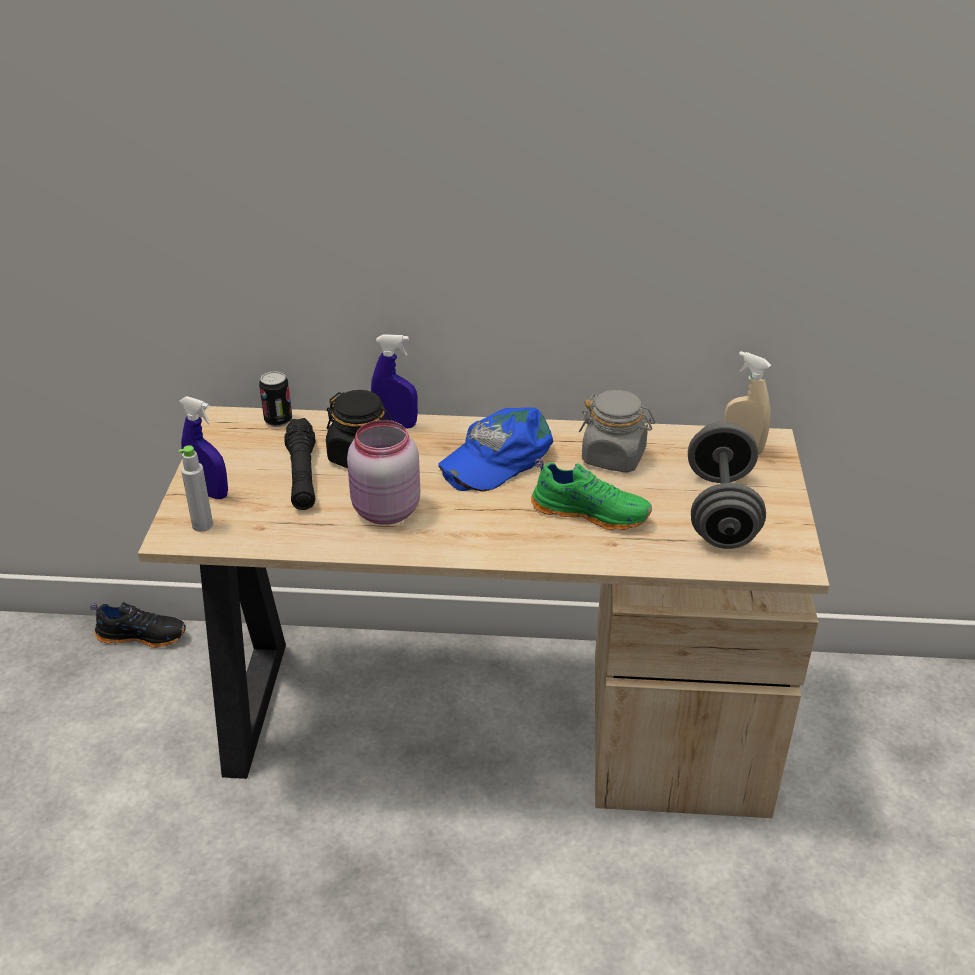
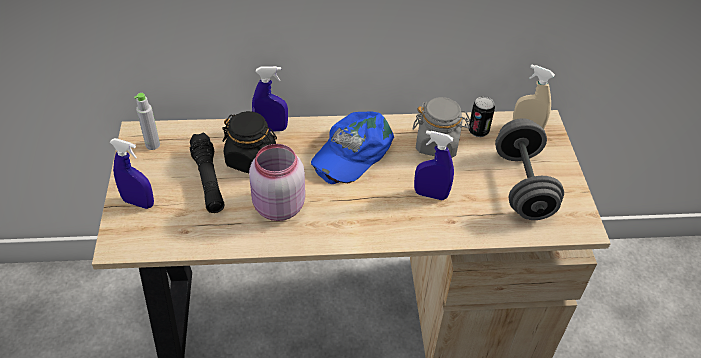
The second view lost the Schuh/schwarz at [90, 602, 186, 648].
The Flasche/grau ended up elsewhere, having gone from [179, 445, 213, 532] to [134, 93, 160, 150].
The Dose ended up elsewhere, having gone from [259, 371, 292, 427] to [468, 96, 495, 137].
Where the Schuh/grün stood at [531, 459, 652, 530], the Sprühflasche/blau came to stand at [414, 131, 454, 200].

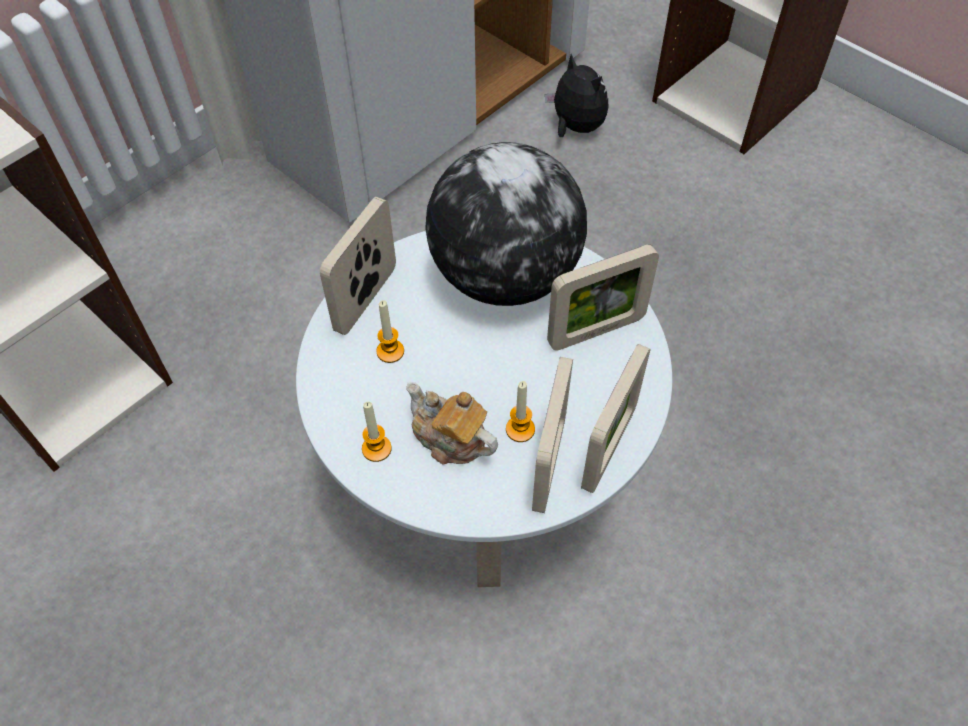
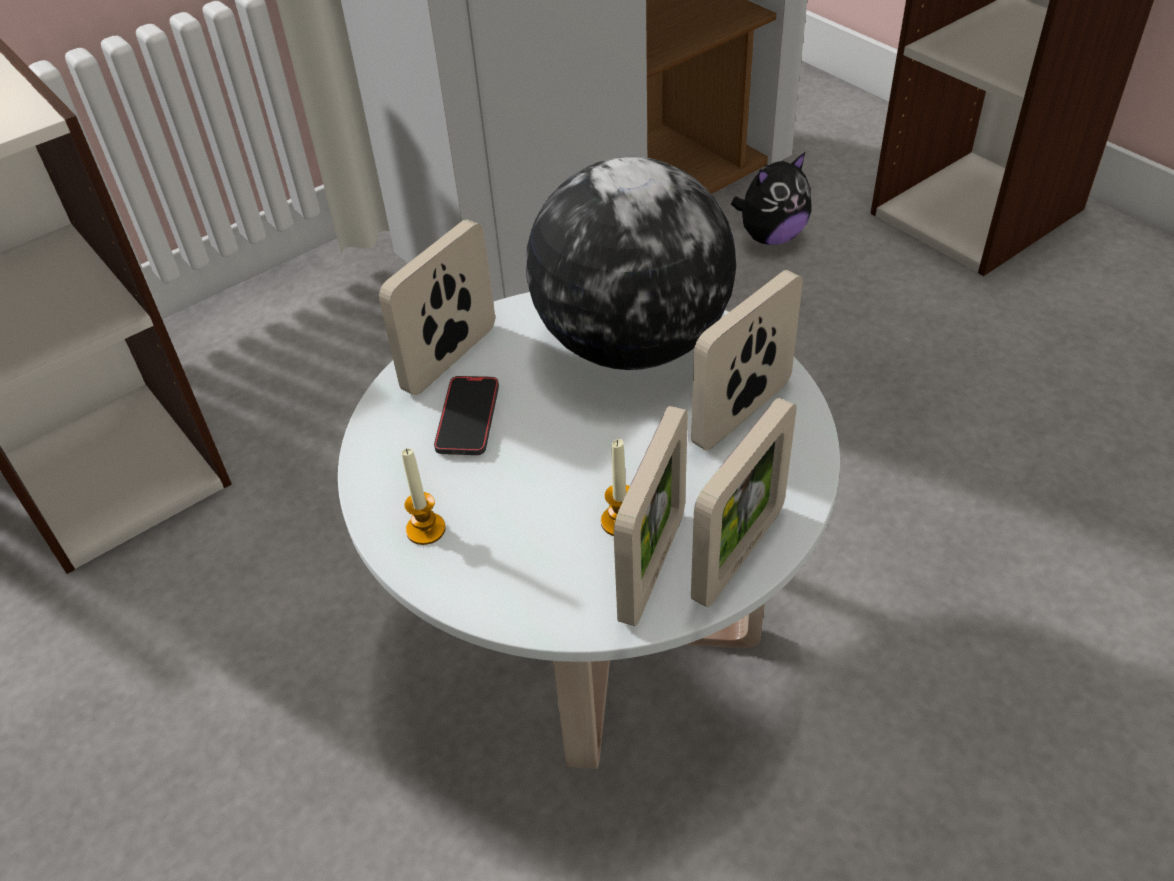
Where the Kerze stood at [376, 300, 404, 363], the Handy came to stand at [434, 376, 499, 455].
The second view lost the Teekanne at [406, 382, 498, 465].
The Plüschtier at [545, 54, 608, 137] ended up facing another way, 90 degrees clockwise from before.
The Bilderrahmen at [547, 245, 659, 350] ended up facing another way, 150 degrees clockwise from before.

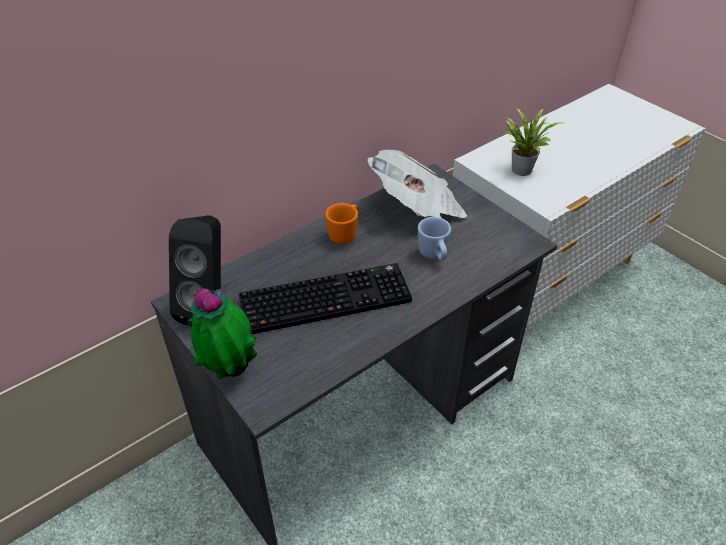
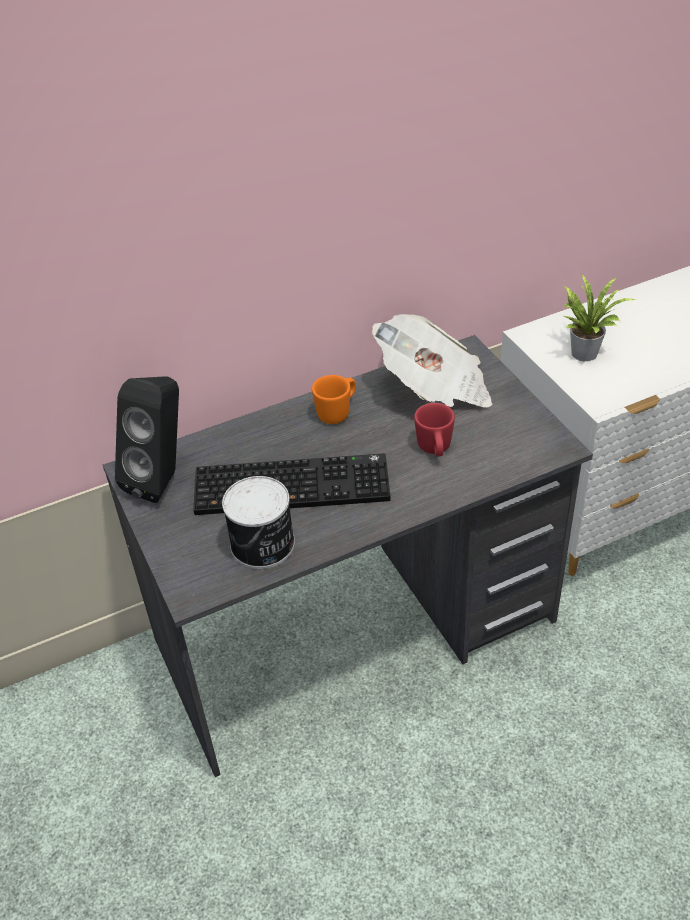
The second view lost the Topfpflanze at [191, 288, 257, 379].
What was the Henkelbecher/blau at [418, 217, 451, 261] turned into the Henkelbecher/rot at [414, 403, 455, 457].
The second view gained the Dose at [222, 476, 295, 569].

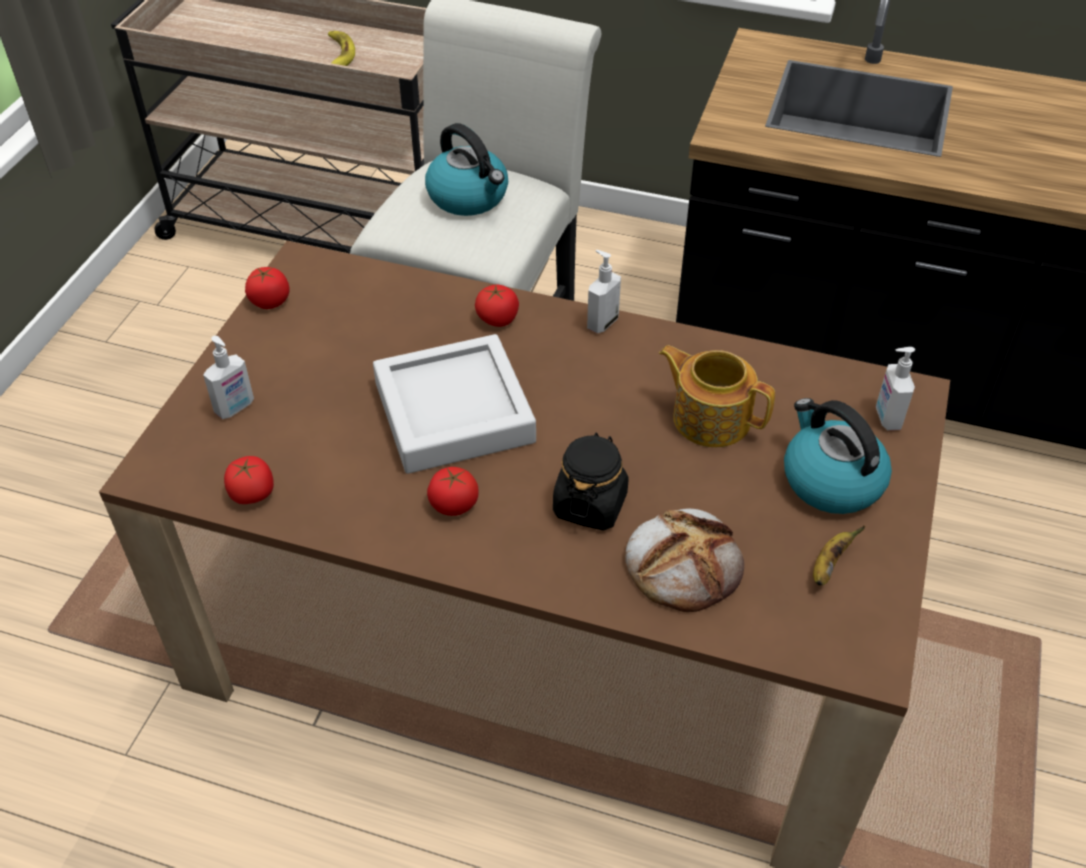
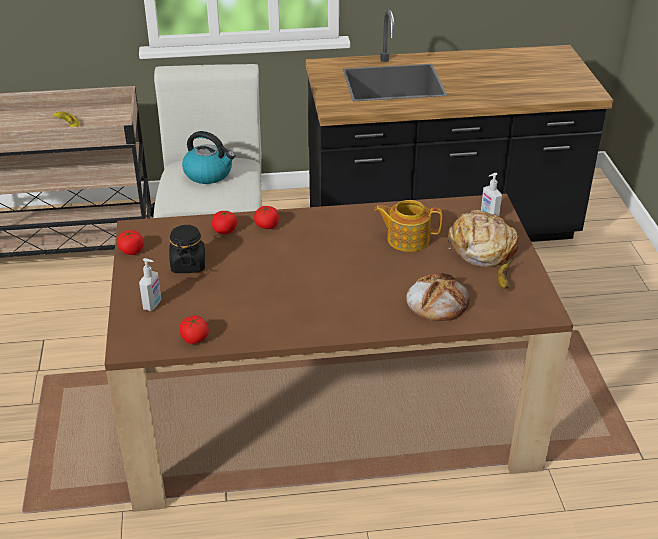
The second view lost the Tablett/grau at [373, 334, 536, 474].
The Tomate ended up elsewhere, having gone from [427, 467, 479, 516] to [212, 210, 237, 234].
The Vorratsglas/schwarz ended up elsewhere, having gone from [553, 433, 629, 530] to [169, 224, 205, 273].
The second view lost the Seifenspender at [587, 250, 621, 333].
Where the Wasserkessel stood at [784, 398, 892, 514], the Brot came to stand at [448, 210, 519, 267].

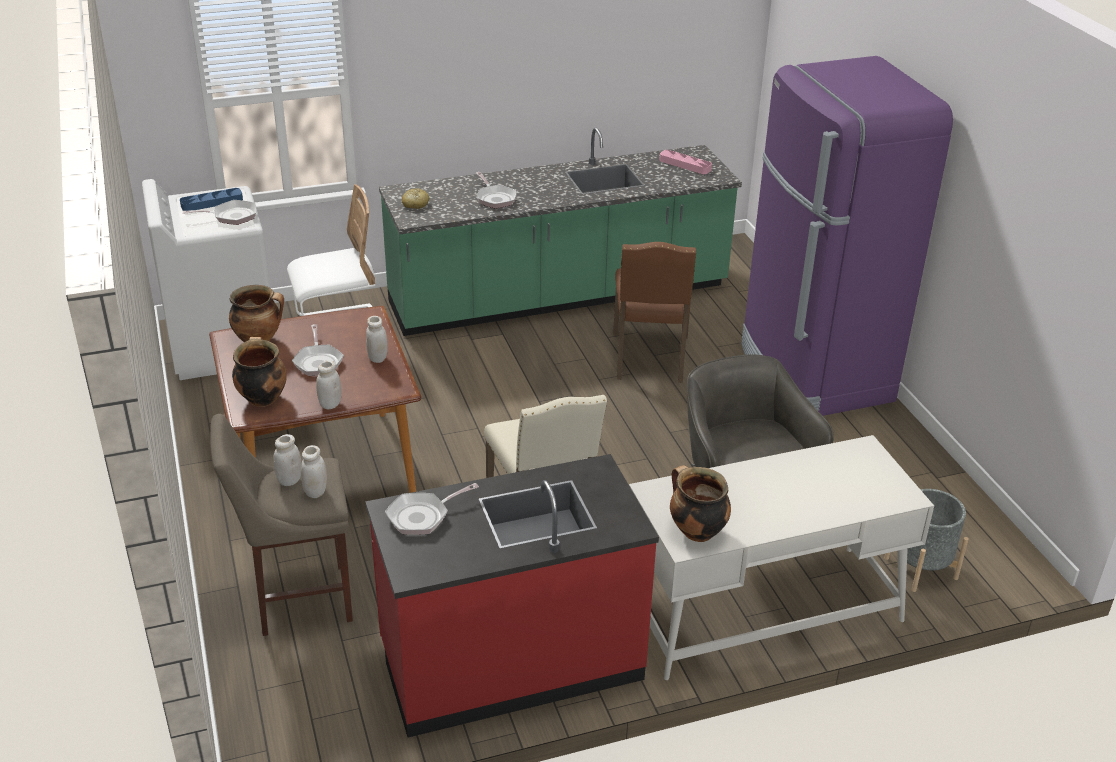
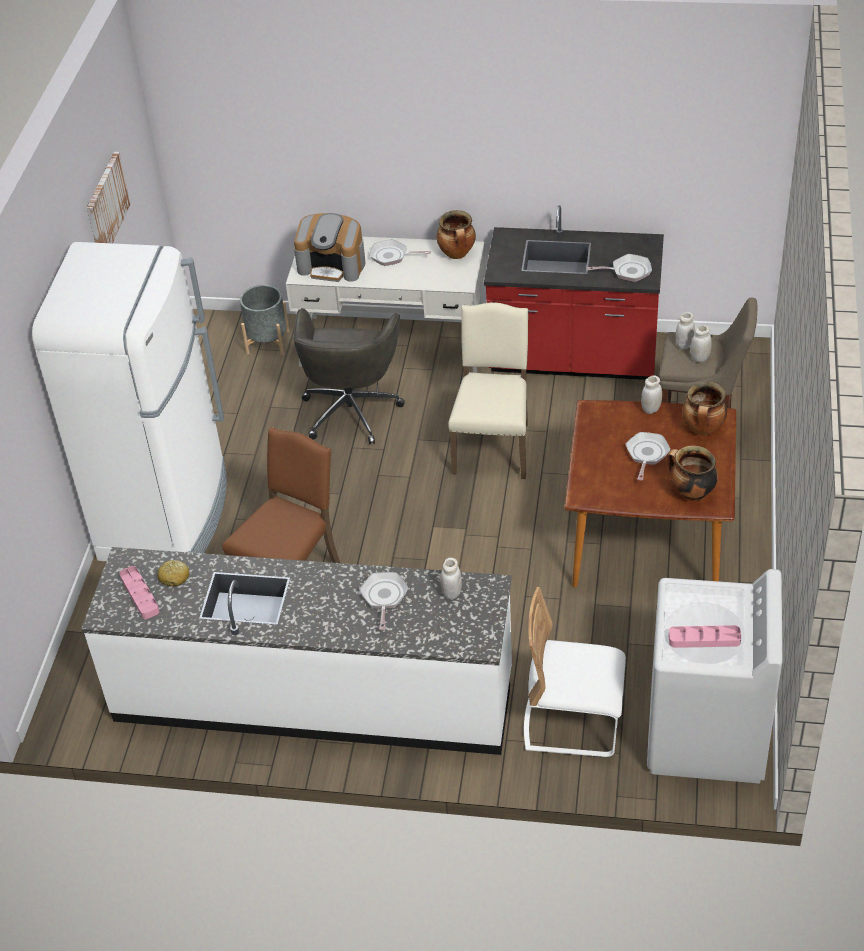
What was the Tablett/blau at [180, 188, 243, 211] turned into the Tablett/rosa at [669, 625, 741, 648].
The Pfanne ended up elsewhere, having gone from [183, 200, 257, 225] to [369, 239, 431, 266].
The Vorratsglas/weiß ended up elsewhere, having gone from [366, 316, 388, 363] to [440, 558, 462, 600].
What was the Küchenzeile/grün at [379, 128, 742, 336] turned into the Küchenzeile/weiß at [81, 547, 512, 755].
The Brot ended up elsewhere, having gone from [402, 189, 429, 209] to [157, 560, 190, 587].
What was the Kühlschrank/lila at [741, 56, 953, 416] turned into the Kühlschrank/weiß at [32, 242, 227, 561].
The second view gained the Bild at [87, 152, 131, 243].
The second view gained the Kaffeemaschine at [294, 213, 366, 282].

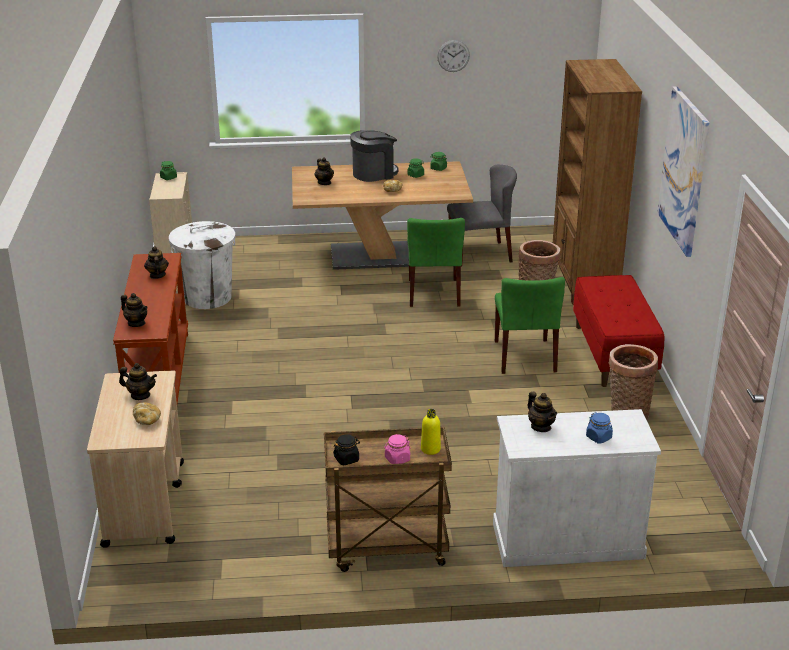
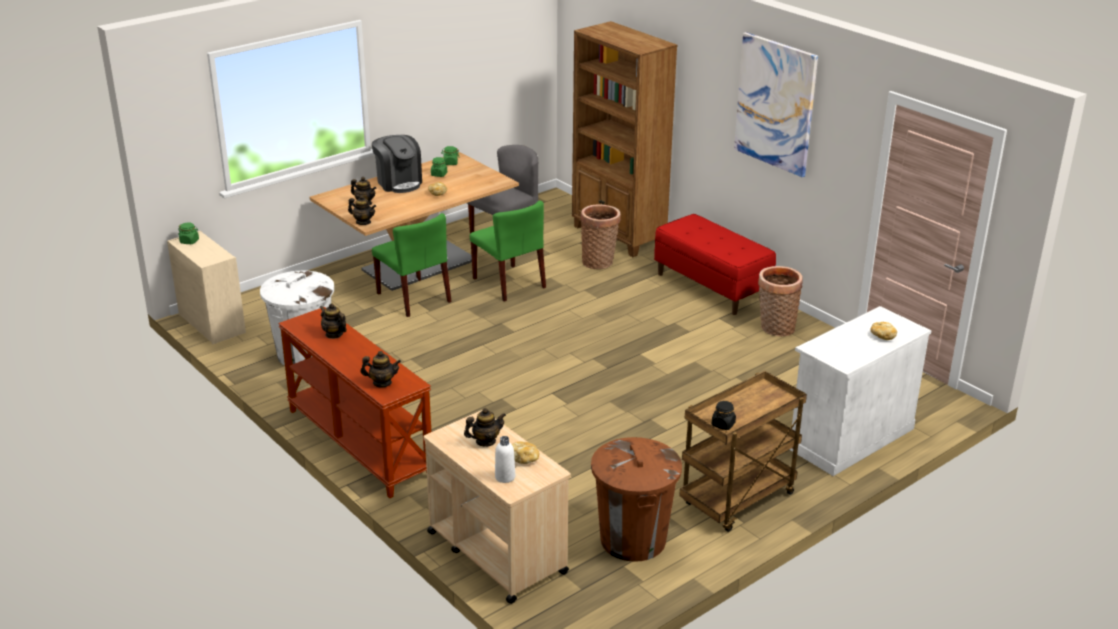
The Kaffeemaschine at [350, 130, 399, 182] ended up facing another way, 120 degrees clockwise from before.
The second view lost the Vorratsglas/rosa at [384, 434, 410, 464].
The second view lost the Flasche/gelb at [421, 409, 441, 455].
The second view lost the Wanduhr at [437, 40, 470, 72].
The Stuhl/grün ended up elsewhere, having gone from [495, 277, 565, 374] to [372, 213, 451, 317].
The Teekanne ended up elsewhere, having gone from [528, 392, 557, 432] to [348, 195, 376, 225].
Where the Vorratsglas/blau stood at [586, 412, 613, 444], the Brot came to stand at [870, 322, 897, 340].
The second view gained the Flasche/weiß at [495, 436, 515, 483].
The second view gained the Mülleimer/braun at [591, 437, 682, 562].

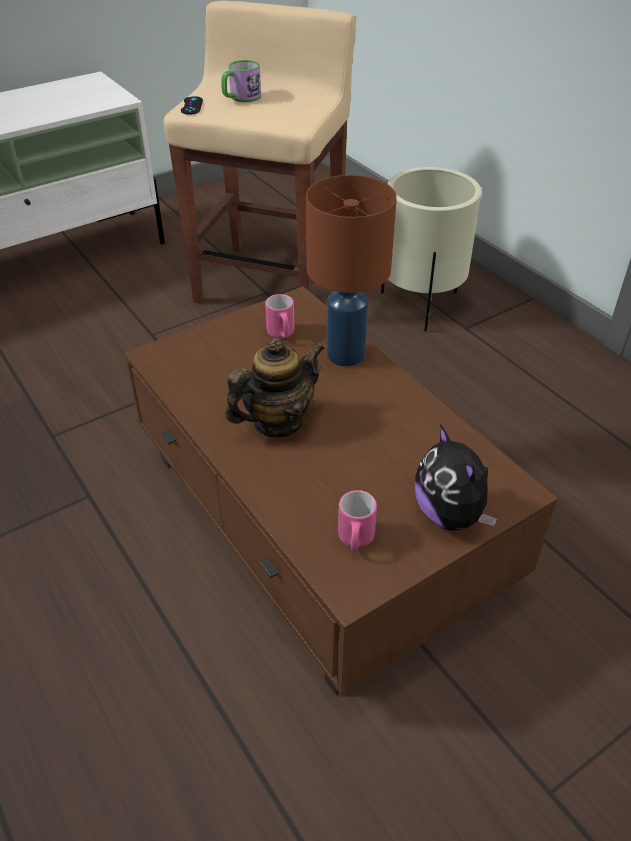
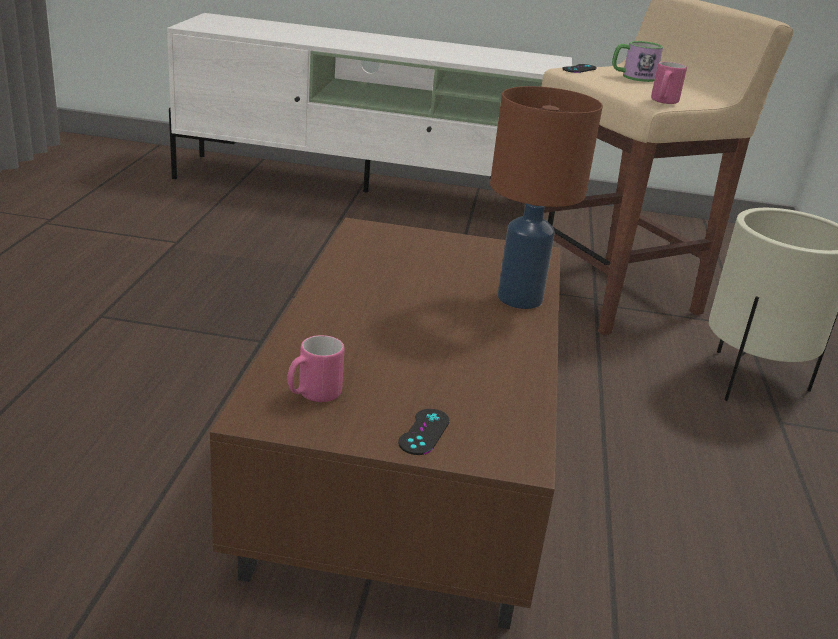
The second view lost the Teekanne at [225, 338, 325, 437].
The Henkelbecher/rosa ended up elsewhere, having gone from [265, 294, 294, 338] to [651, 62, 687, 104].
Where the Plüschtier stood at [415, 424, 497, 531], the Gamepad/schwarz came to stand at [398, 409, 450, 455].

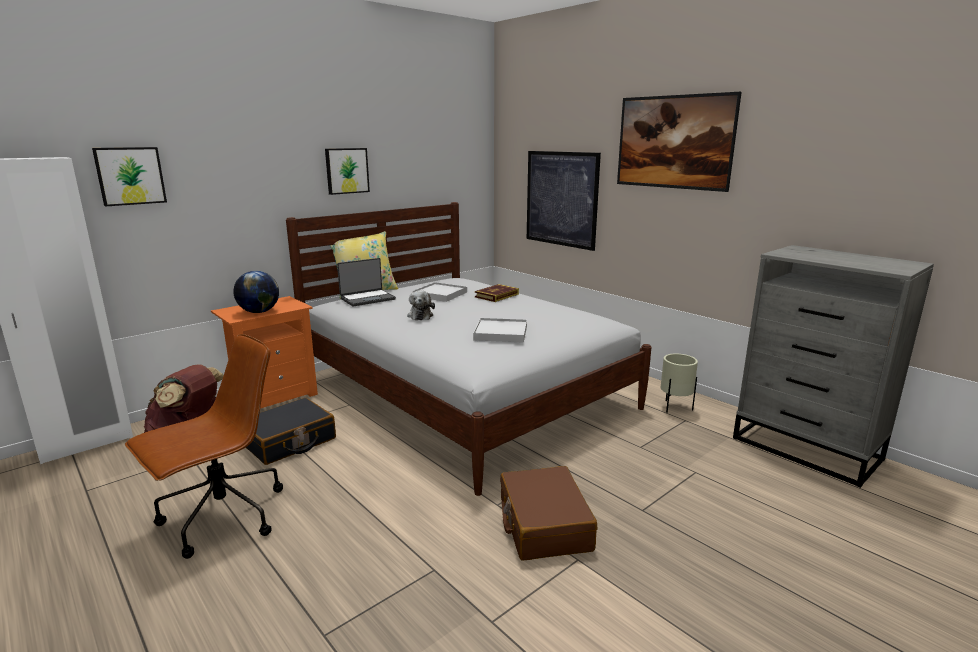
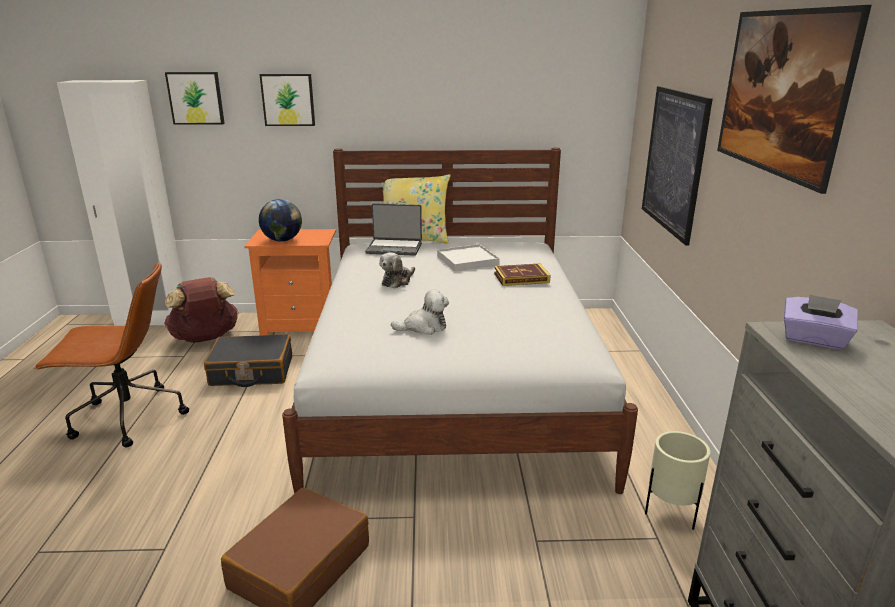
The Bild ended up elsewhere, having gone from [325, 148, 370, 195] to [259, 74, 315, 126].
Where the Tablett/weiß stood at [473, 318, 527, 343], the Plüschtier came to stand at [391, 289, 449, 335].
The second view gained the Taschentuchbox/lila at [784, 294, 858, 350].

